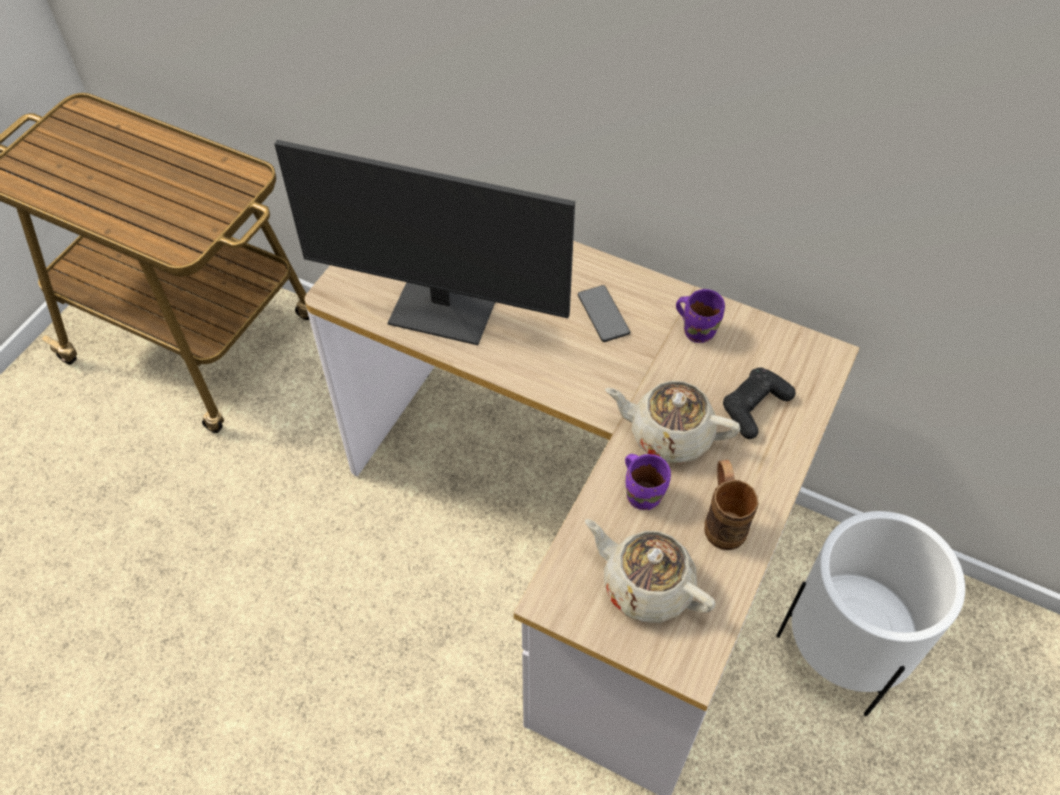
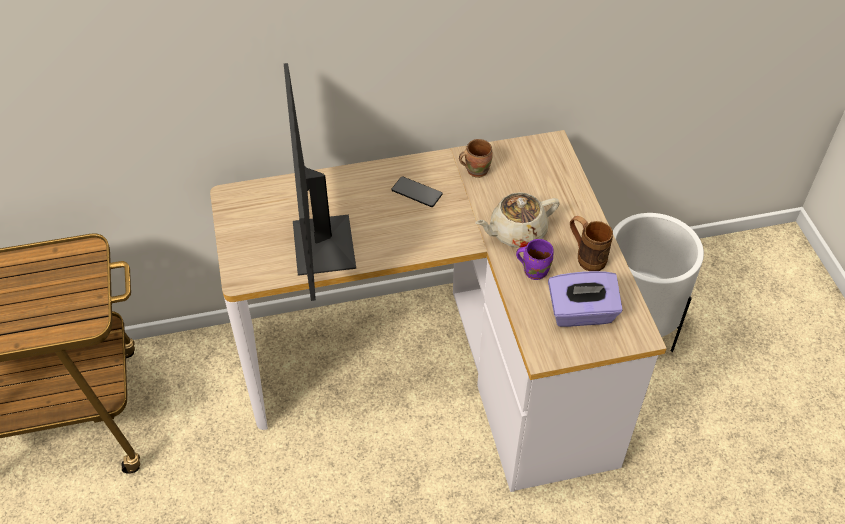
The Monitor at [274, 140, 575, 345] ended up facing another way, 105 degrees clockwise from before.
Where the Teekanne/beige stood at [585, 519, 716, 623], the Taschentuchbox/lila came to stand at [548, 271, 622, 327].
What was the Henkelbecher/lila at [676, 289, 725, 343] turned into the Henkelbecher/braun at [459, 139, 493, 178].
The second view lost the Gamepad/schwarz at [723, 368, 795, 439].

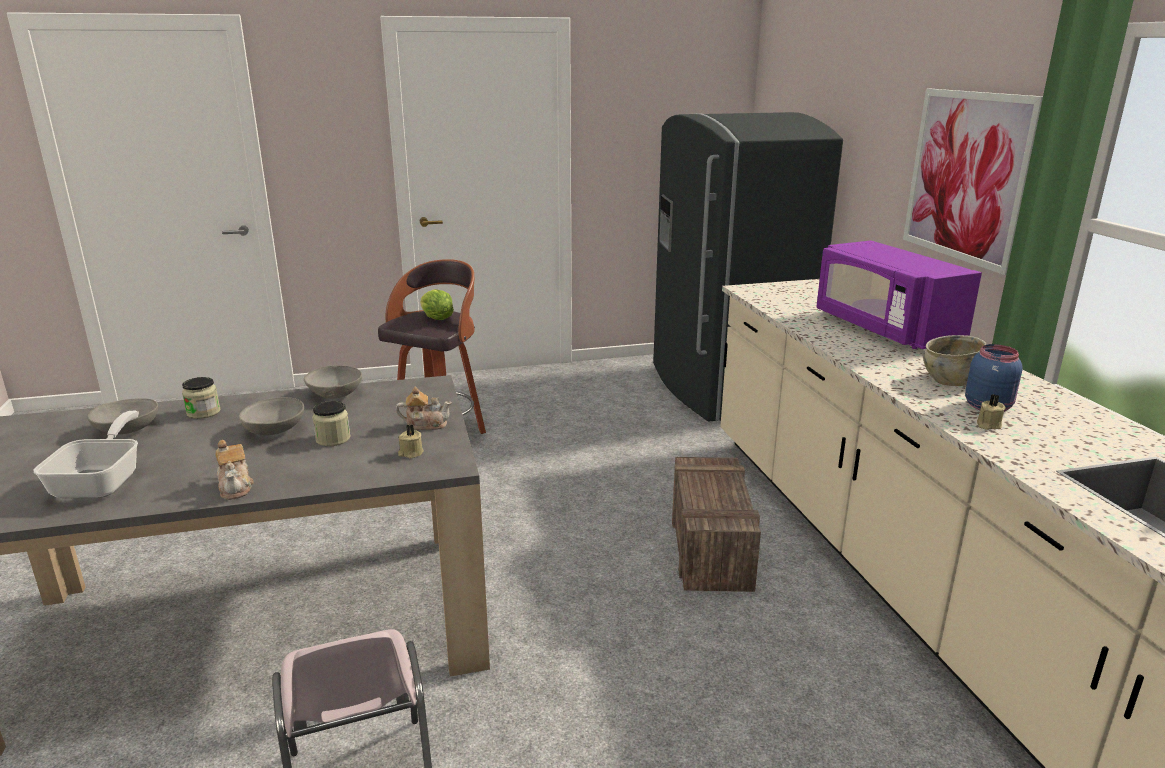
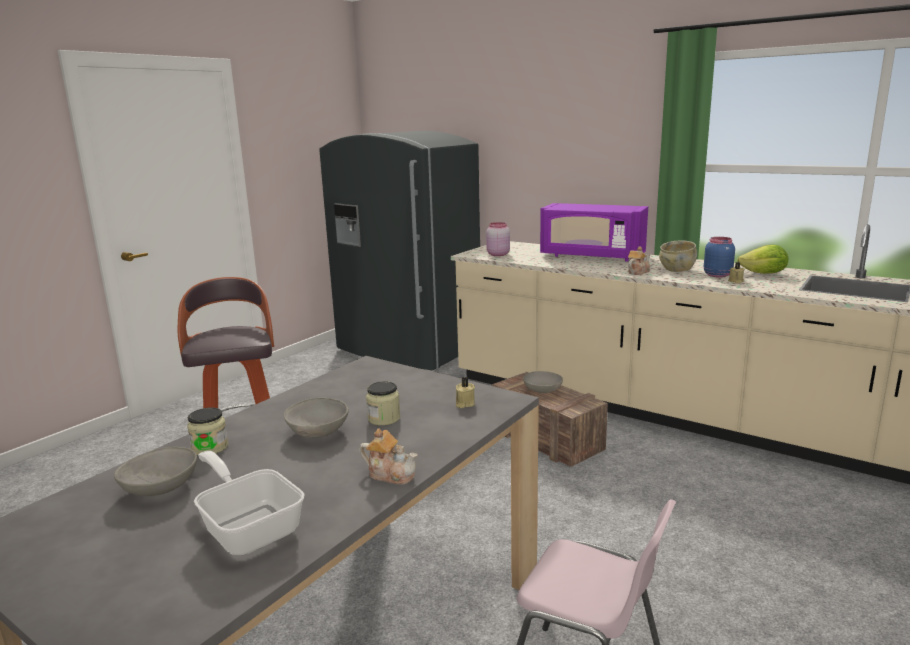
The Schüssel/grau ended up elsewhere, having gone from [304, 365, 362, 398] to [523, 371, 563, 393].
The Teekanne ended up elsewhere, having gone from [396, 387, 452, 430] to [628, 247, 650, 275].
The Salatkopf ended up elsewhere, having gone from [420, 289, 454, 320] to [737, 245, 788, 274].
The second view lost the Bild at [903, 89, 1043, 275].
The second view gained the Vorratsglas/rosa at [486, 222, 510, 256].

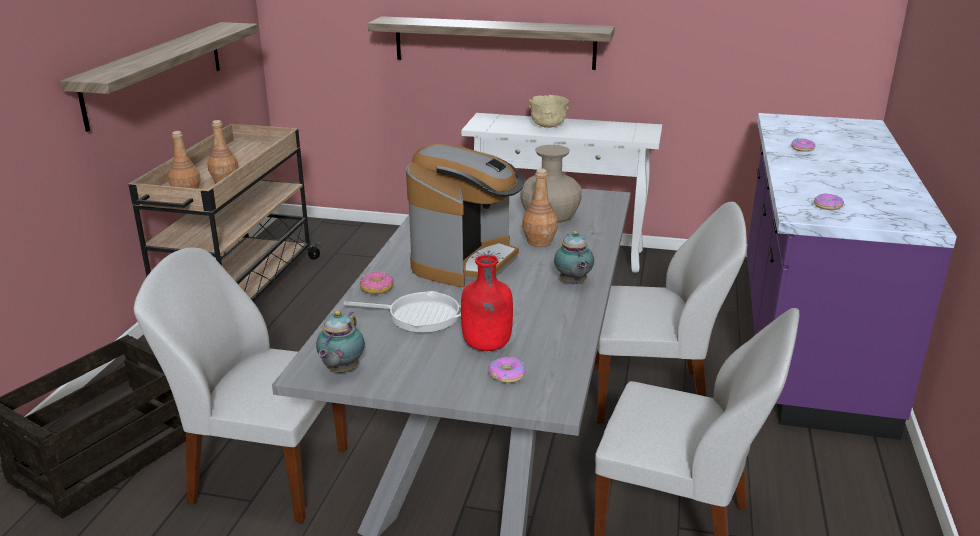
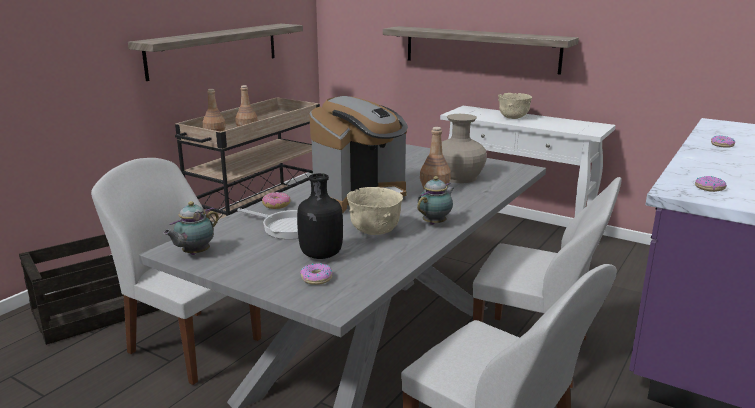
What was the Flasche/rot at [461, 255, 513, 351] turned into the Flasche/schwarz at [297, 173, 343, 259].
The Teekanne at [554, 231, 594, 284] ended up facing another way, 150 degrees counterclockwise from before.
The second view gained the Schüssel/beige at [347, 187, 403, 235].

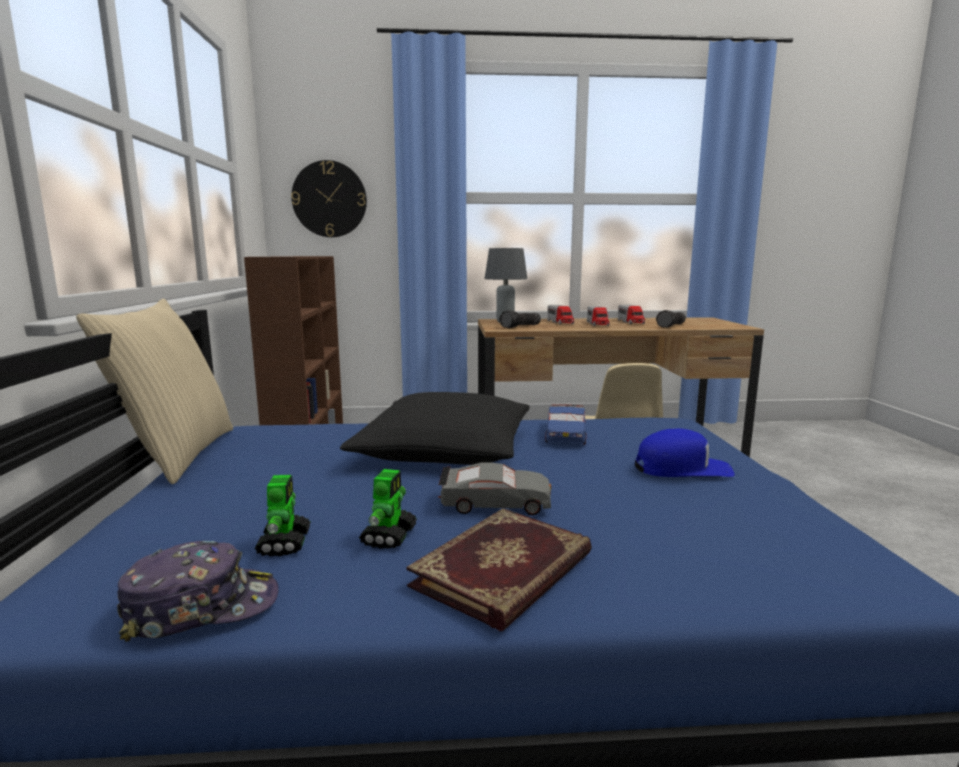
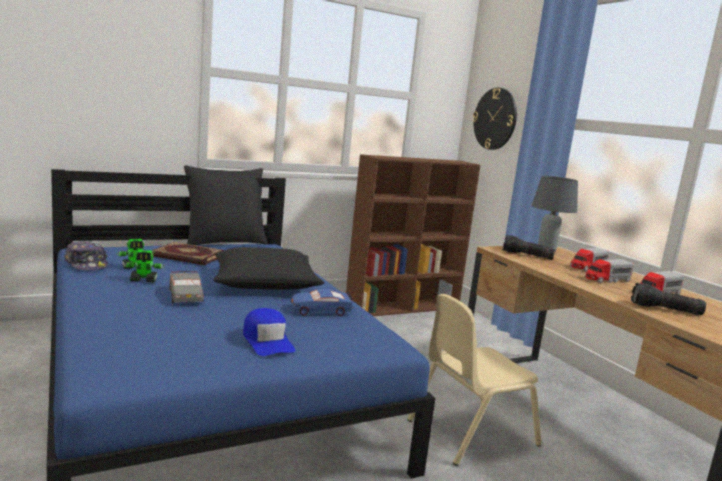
What was the Kissen/beige at [76, 299, 233, 484] turned into the Kissen/schwarz at [184, 165, 268, 245].
The Buch ended up elsewhere, having gone from [407, 508, 592, 631] to [152, 242, 223, 265].

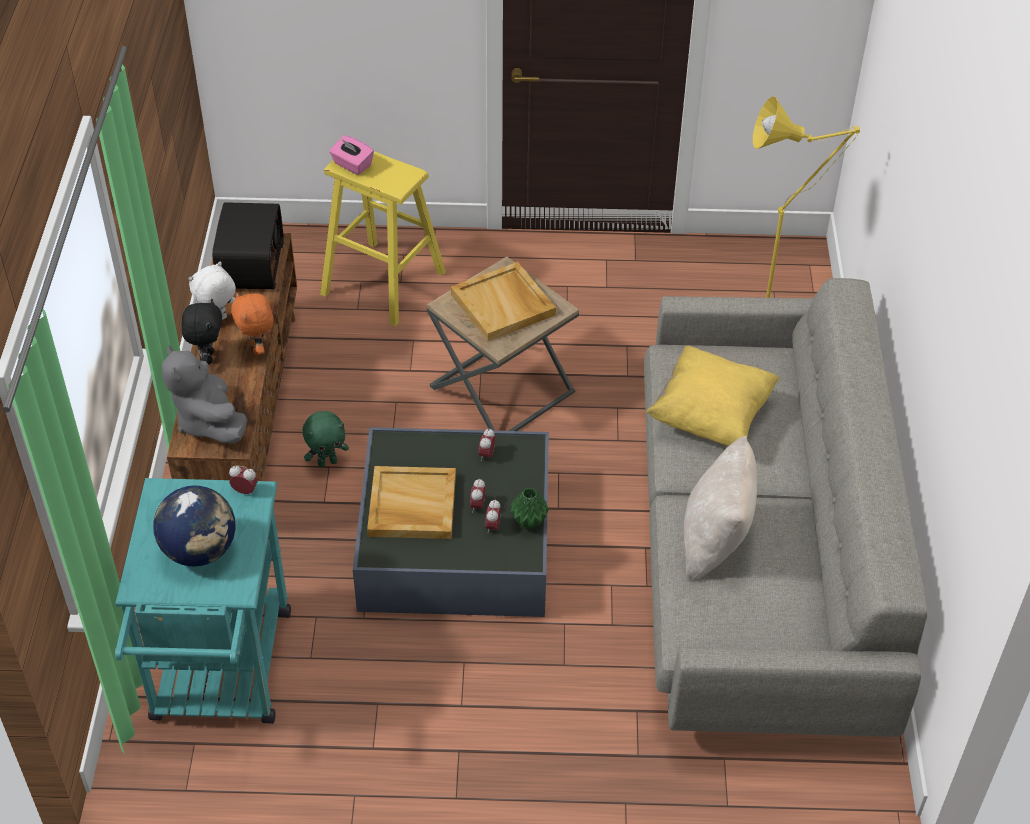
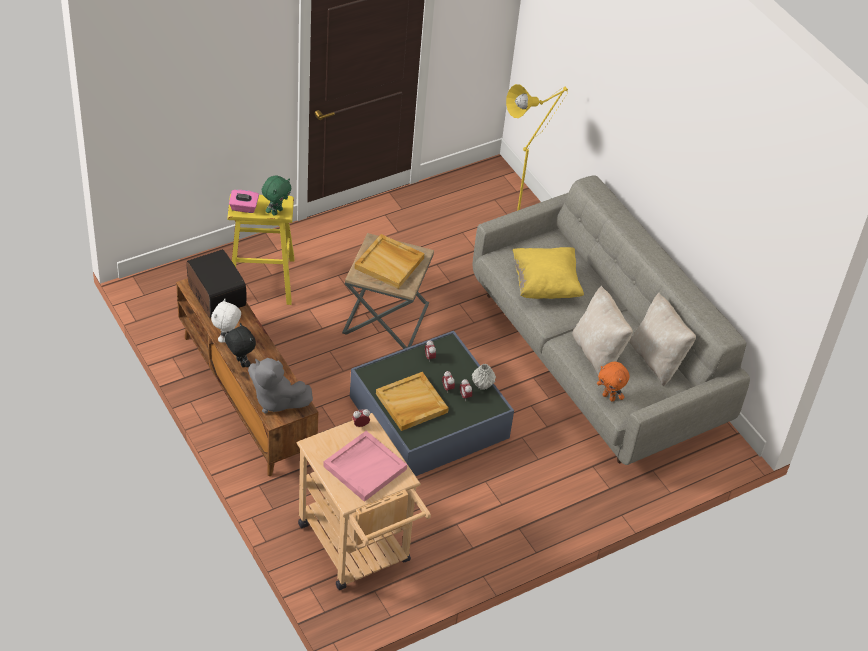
What was the Rollwagen/türkis at [115, 478, 291, 724] turned into the Rollwagen/beige at [297, 413, 431, 590].
Where the Globus stood at [153, 486, 236, 566], the Tablett/rosa came to stand at [323, 431, 407, 502].
The Plüschtier/orange ended up elsewhere, having gone from [231, 292, 274, 355] to [597, 362, 630, 402].
The Plüschtier/grün ended up elsewhere, having gone from [303, 411, 349, 467] to [262, 175, 292, 216].
What was the Vase/grün at [510, 488, 549, 529] turned into the Vase/grau at [472, 364, 496, 390].
The second view gained the Kissen/beige at [629, 293, 696, 386].

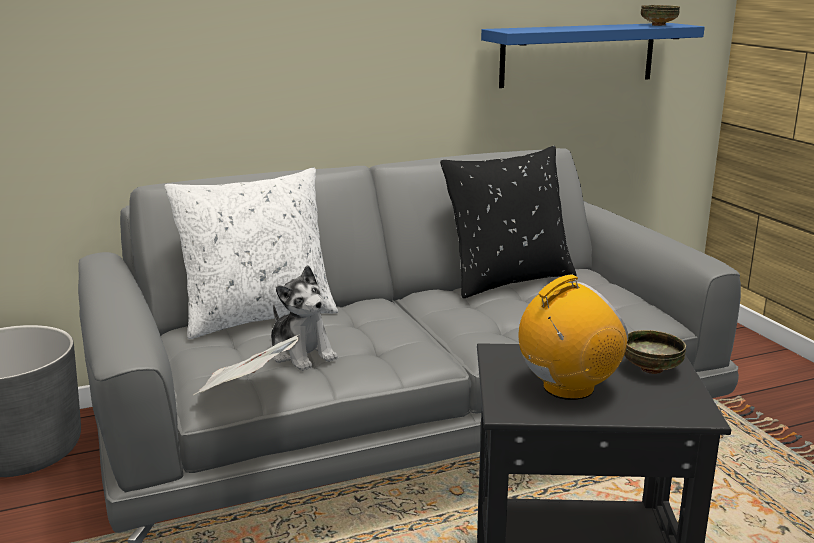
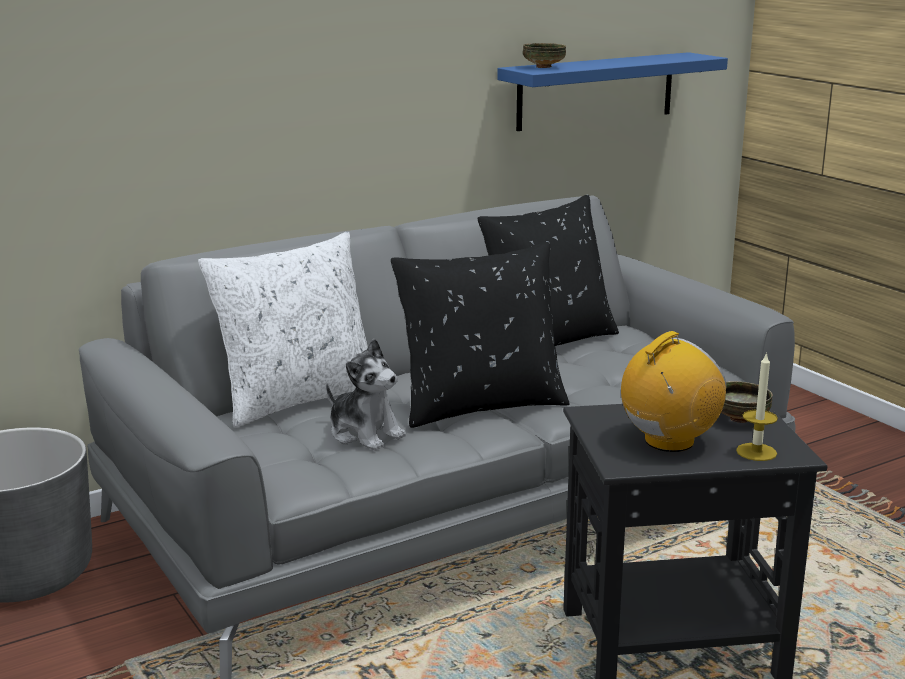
The second view lost the Zeitung at [193, 334, 300, 395].
The Schüssel ended up elsewhere, having gone from [641, 5, 680, 26] to [523, 43, 566, 68].
The second view gained the Kissen/schwarz at [391, 241, 570, 428].
The second view gained the Kerze at [736, 352, 778, 461].

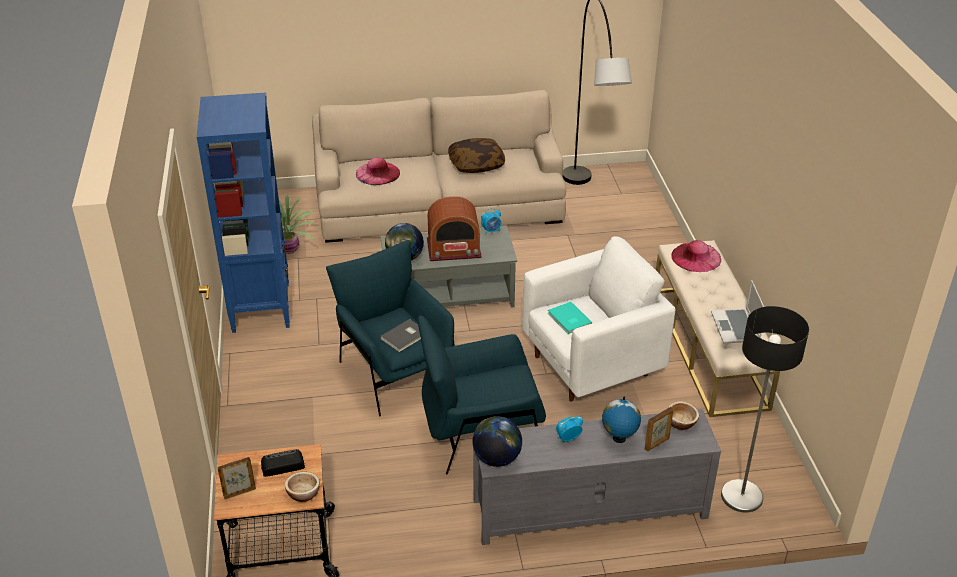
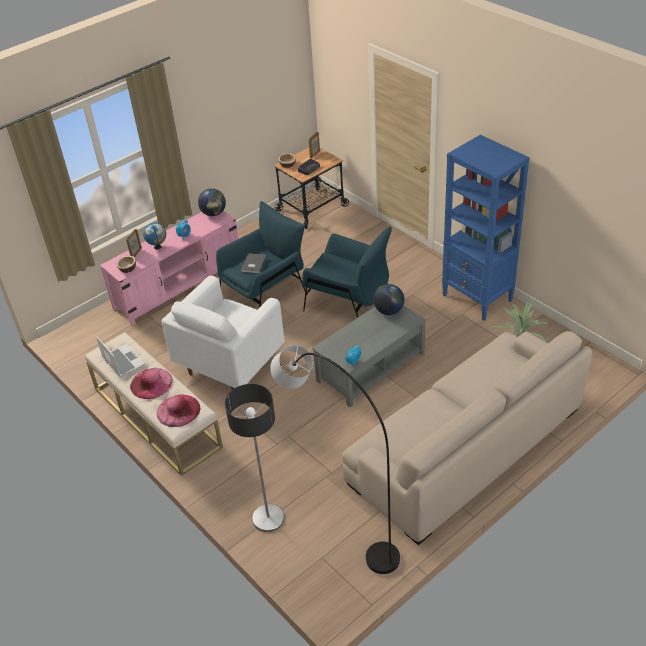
The Hut/rosa ended up elsewhere, having gone from [356, 158, 400, 185] to [130, 368, 173, 399].
The Buch/grau ended up elsewhere, having gone from [380, 319, 421, 352] to [241, 253, 267, 273].
The second view lost the Radio at [427, 196, 482, 261].
The second view lost the Kissen at [448, 138, 505, 173].
What was the Fernsehschrank/grau at [473, 409, 721, 545] turned into the Fernsehschrank/rosa at [100, 211, 238, 326].
The second view lost the Buch/türkis at [548, 302, 592, 334].
The Stehlampe ended up elsewhere, having gone from [721, 306, 809, 513] to [225, 384, 285, 532].

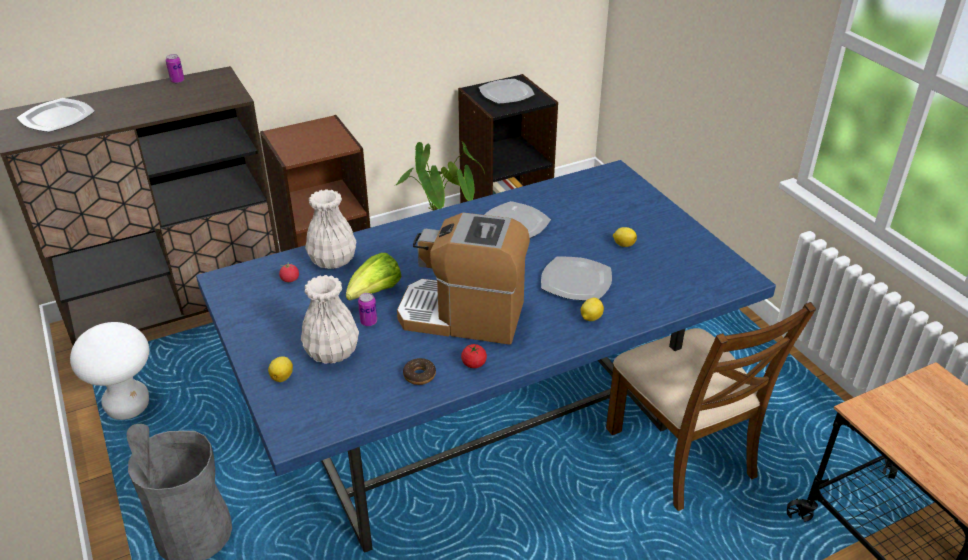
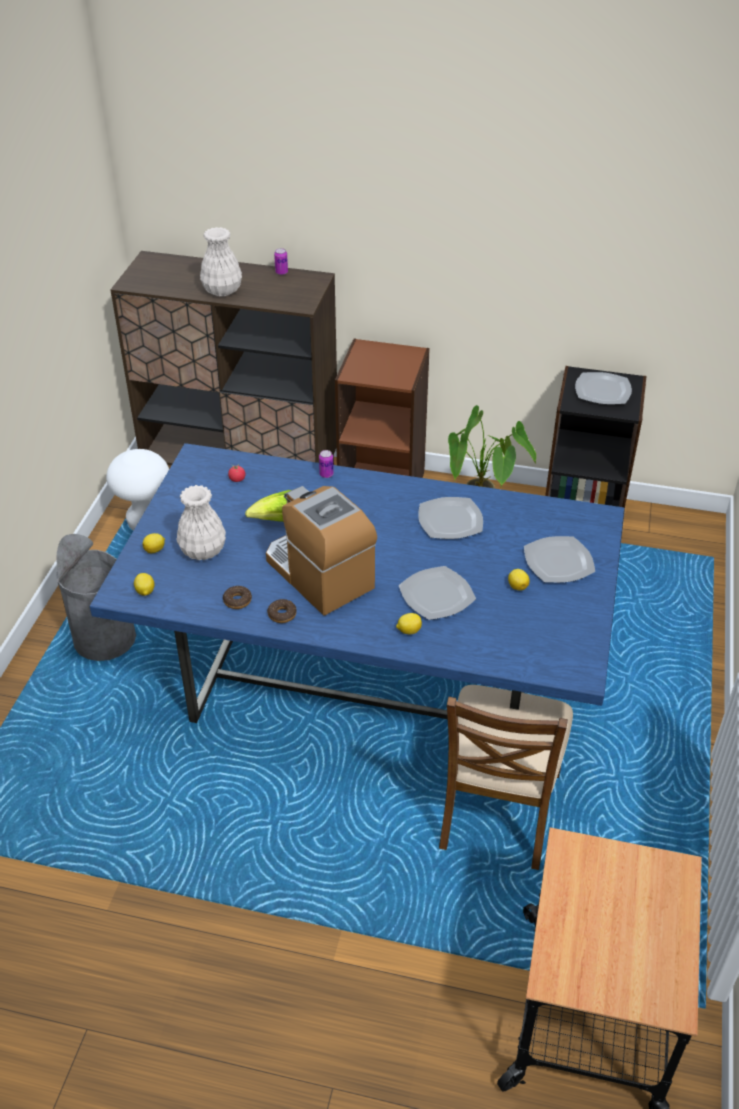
The Teller ended up elsewhere, having gone from [17, 98, 95, 132] to [524, 536, 595, 583].
The Vase/weiß ended up elsewhere, having gone from [305, 189, 356, 269] to [200, 227, 242, 296].
The Dose ended up elsewhere, having gone from [358, 293, 377, 326] to [319, 450, 334, 478].
Where the Tomate stood at [461, 344, 487, 368], the Donut came to stand at [267, 599, 297, 623].
The second view gained the Zitrone at [134, 573, 155, 596].

